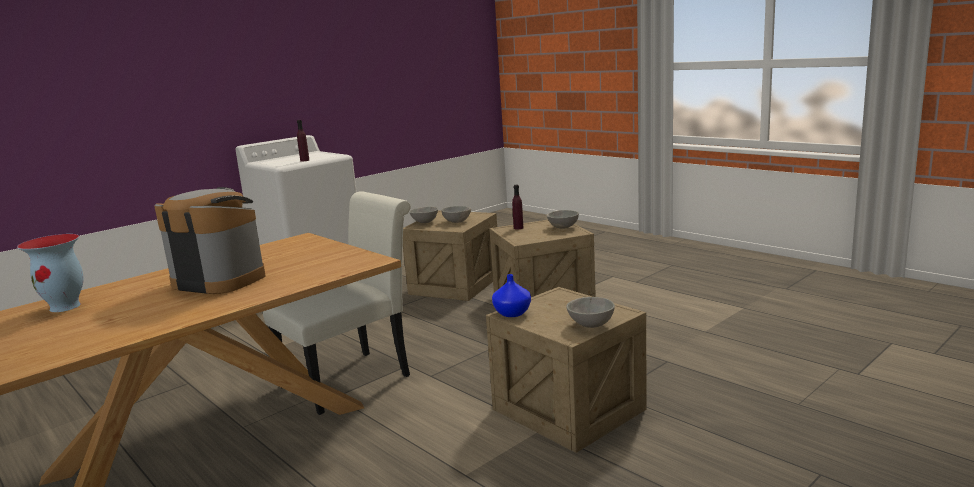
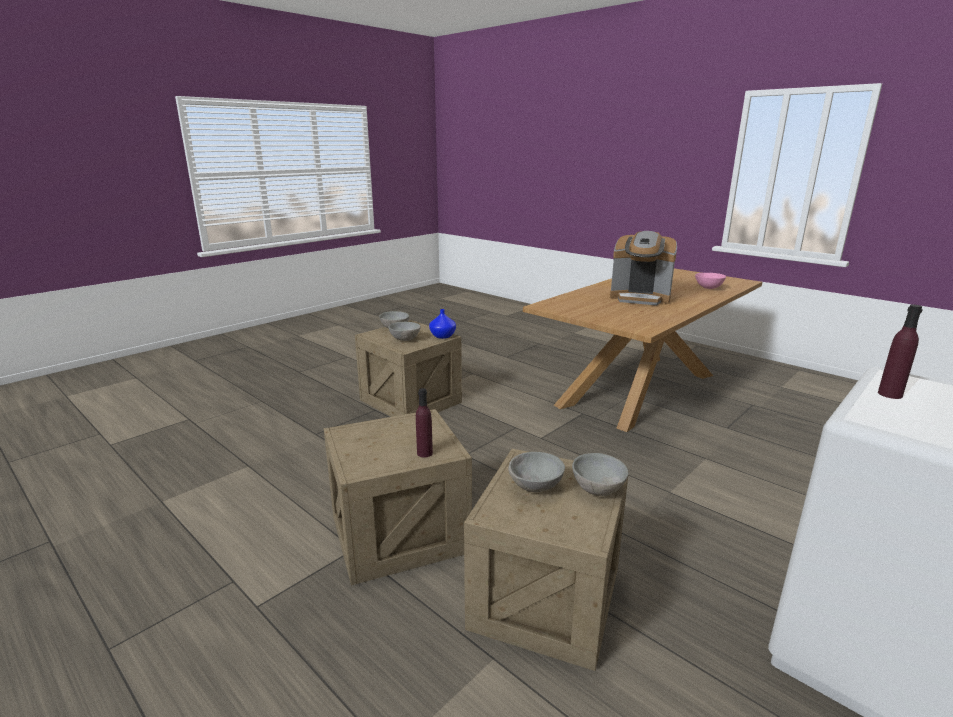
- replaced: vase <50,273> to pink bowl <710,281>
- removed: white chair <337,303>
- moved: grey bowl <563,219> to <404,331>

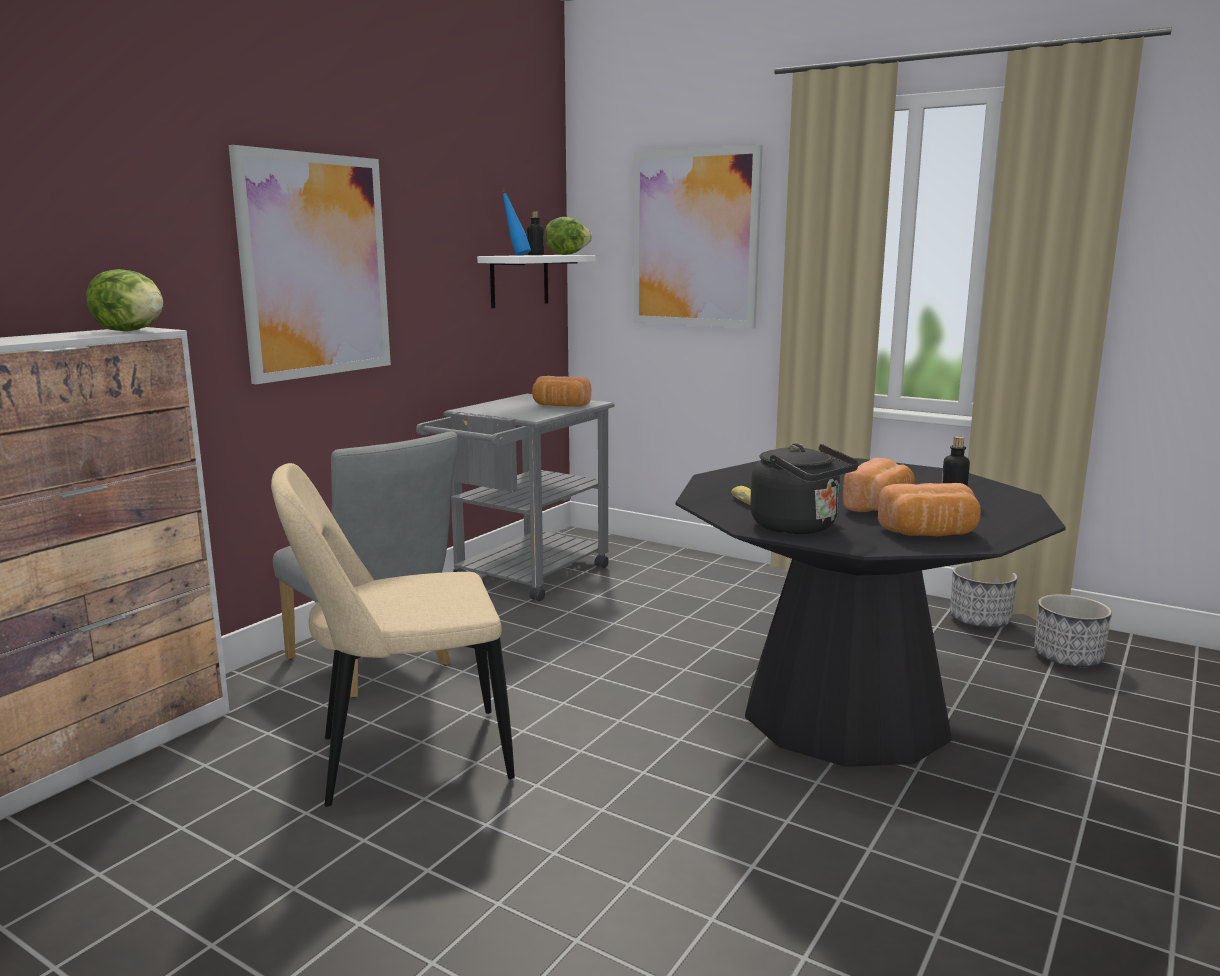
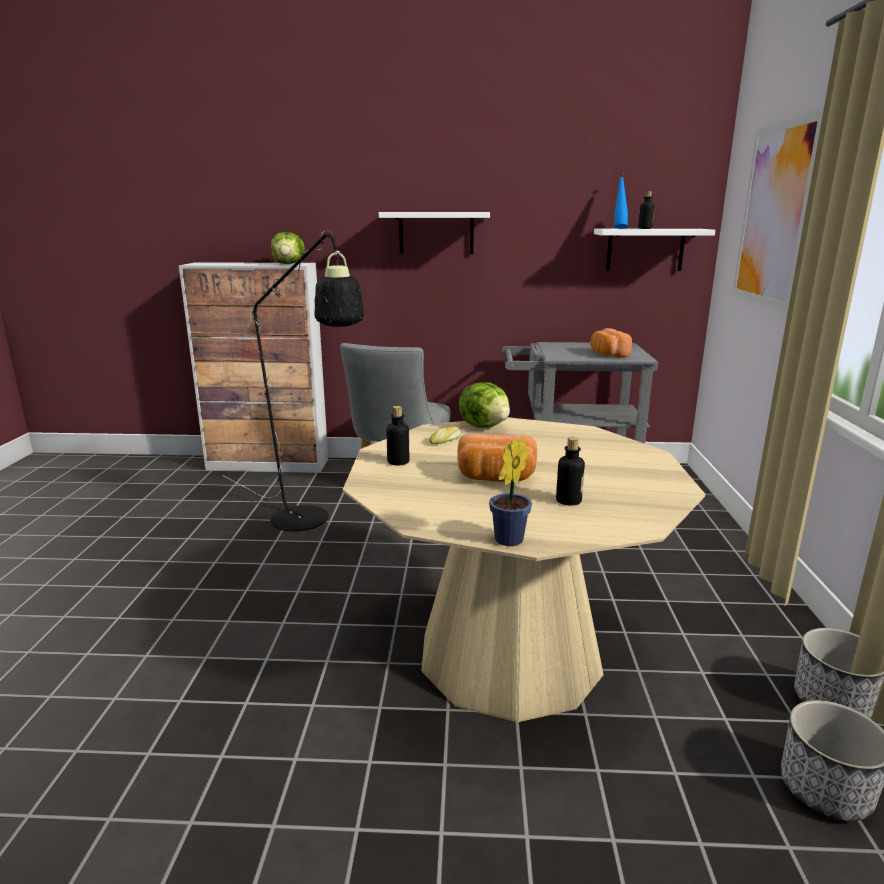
- replaced: picture <310,264> to white shelf <434,233>
- replaced: beige chair <393,635> to black floor lamp <293,380>
- moved: lettuce <568,236> to <484,405>
- recoloured: black dining table <870,612> to beige dining table <524,569>
- replaced: black kettle <804,488> to bottle <398,435>
- removed: bread <929,509>
- added: potted plant <510,491>

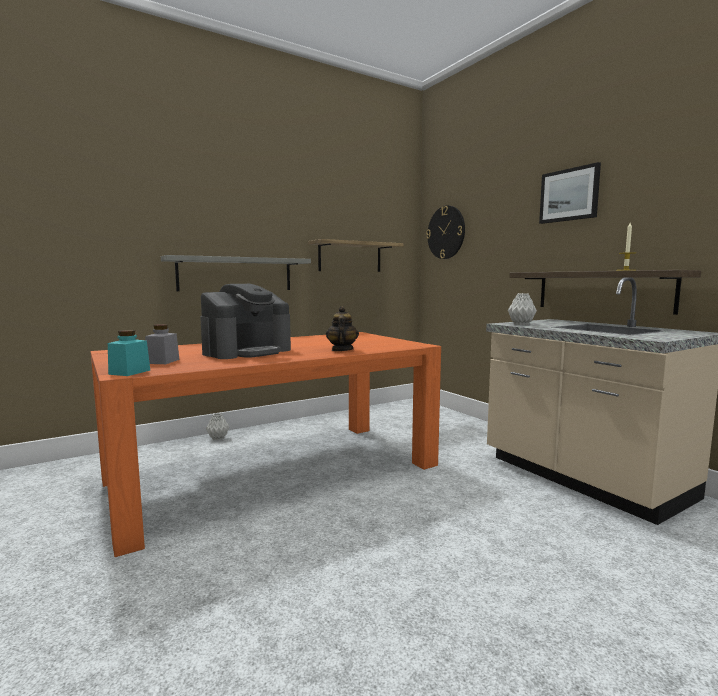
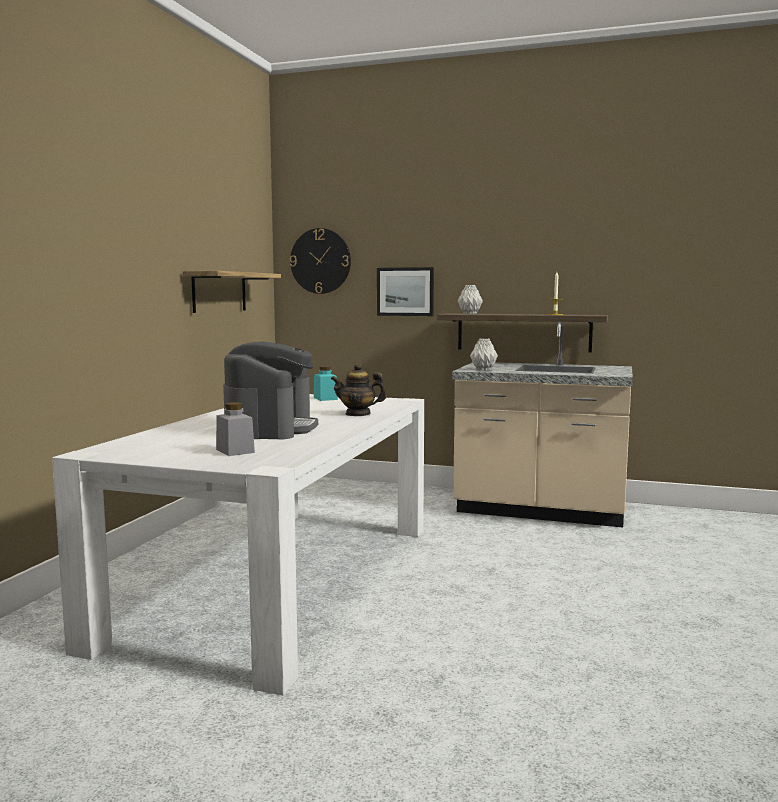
- recoloured: orange dining table <266,444> to white dining table <238,544>
- moved: turquoise jar <129,353> to <326,383>
- removed: grey shelf <236,273>
- moved: grey vase <217,426> to <470,299>
- turned: teapot <342,328> = <359,389> 45 degrees counterclockwise
- moved: picture <570,193> to <405,291>

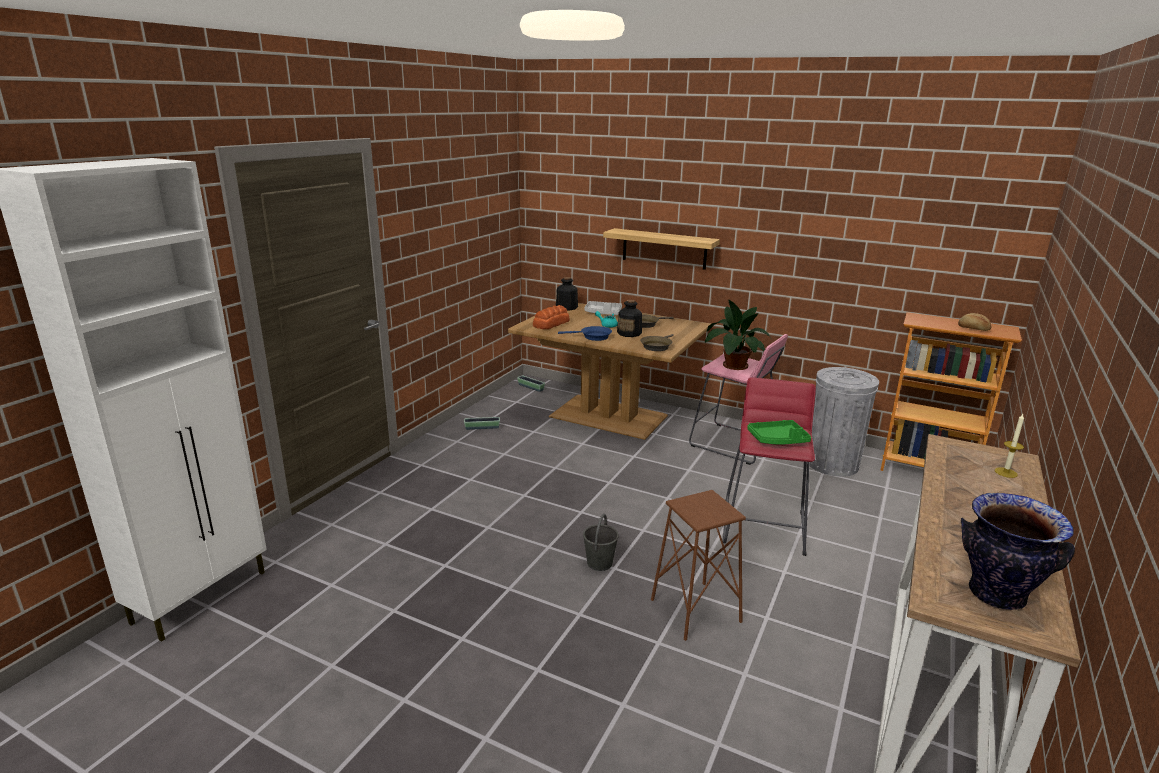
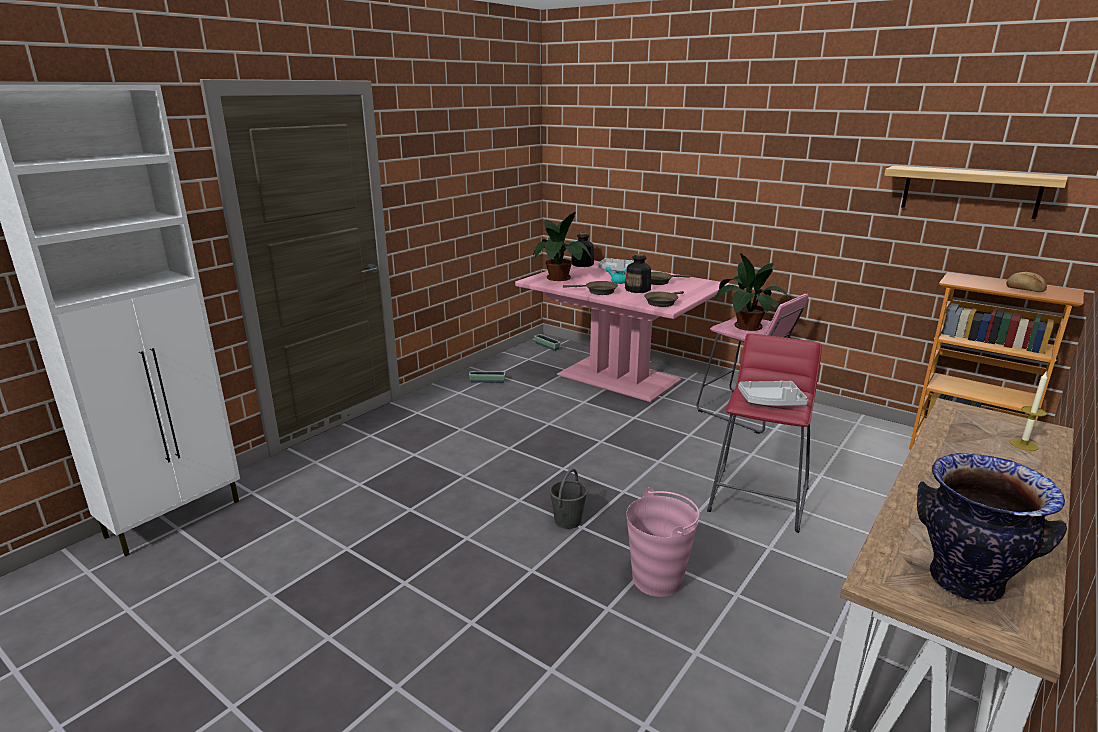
- recoloured: brown dining table <609,371> to pink dining table <622,331>
- replaced: bread <551,317> to potted plant <562,246>
- recoloured: blue frying pan <585,333> to brown frying pan <590,288>
- moved: shelf <661,249> to <976,192>
- replaced: brown stool <698,565> to pink bucket <663,542>
- recoloured: green tray <779,432> to grey tray <773,393>
- removed: grey trash can <844,422>

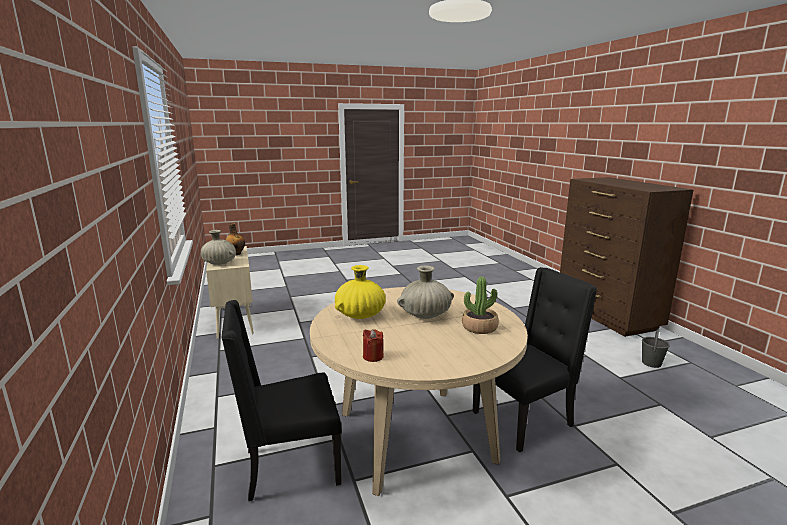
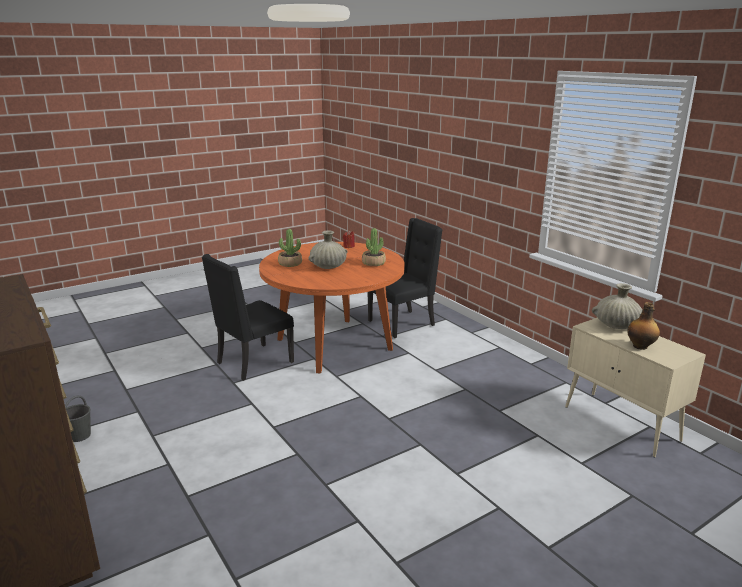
- recoloured: beige dining table <419,391> to orange dining table <332,308>
- replaced: yellow vase <360,292> to potted plant <374,247>

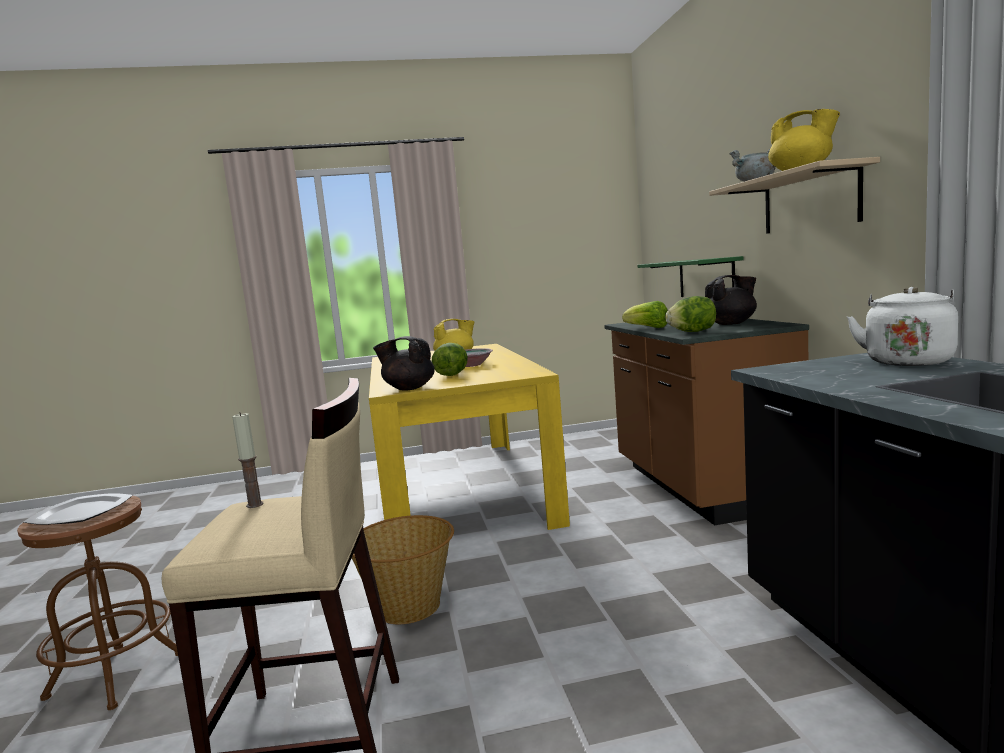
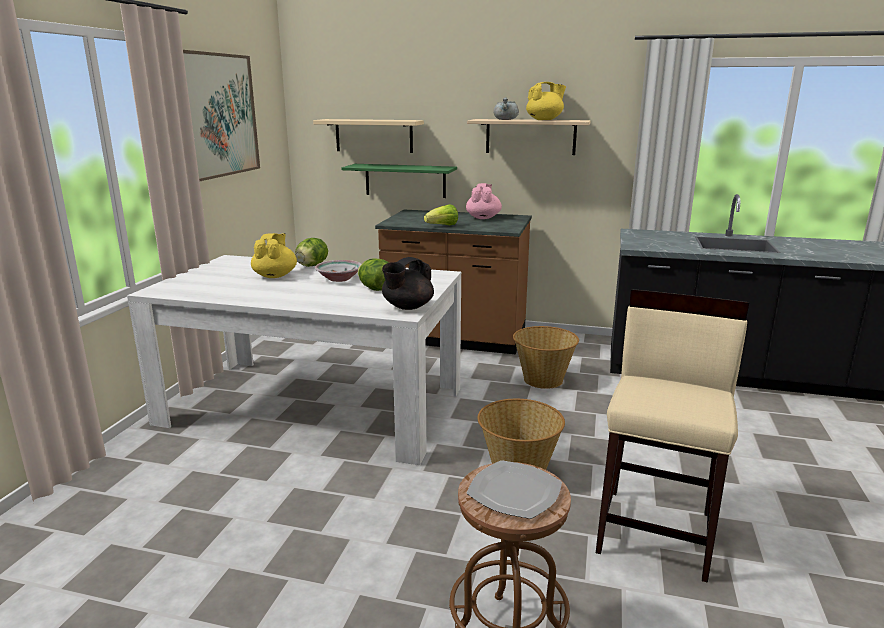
- removed: candle <248,460>
- recoloured: yellow dining table <469,437> to white dining table <294,360>
- moved: lettuce <690,314> to <311,252>
- recoloured: black teapot <731,300> to pink teapot <484,201>
- removed: white kettle <902,326>
- added: picture <221,115>
- added: beige shelf <368,136>
- added: basket <546,357>

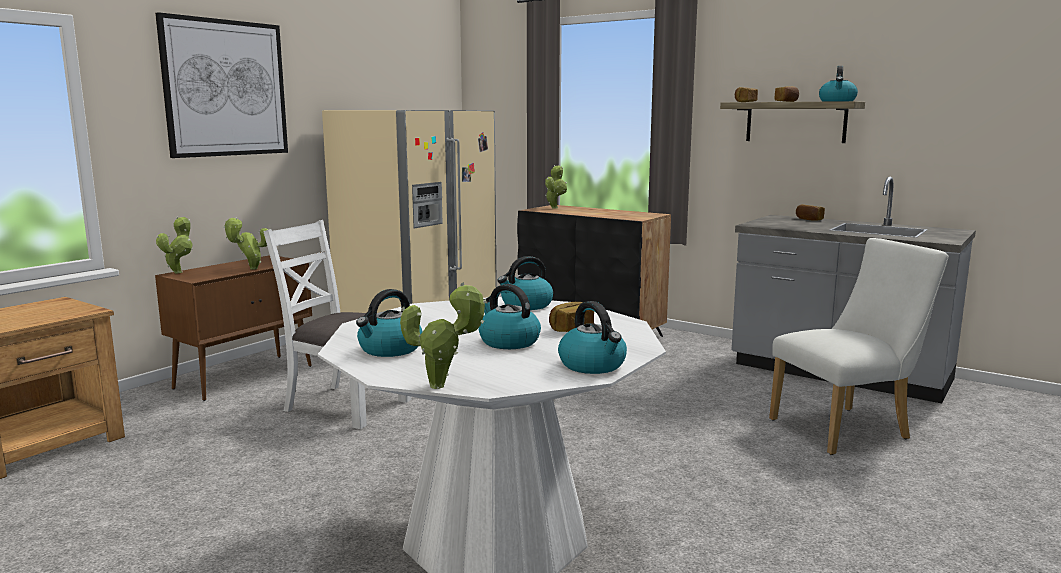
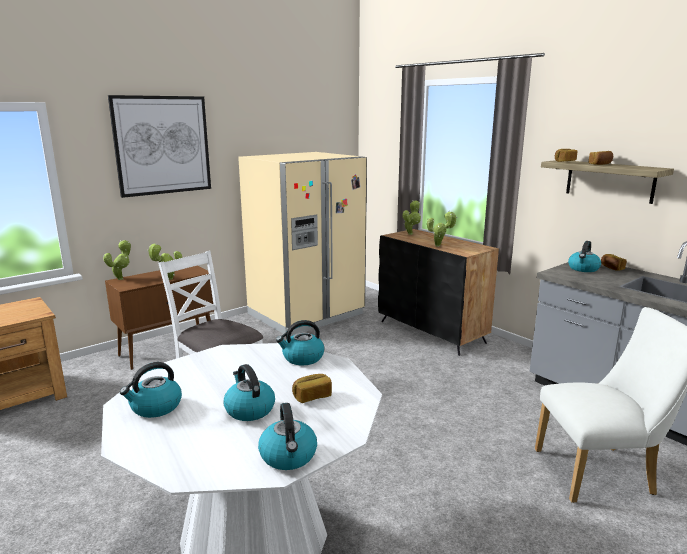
- moved: potted plant <443,335> to <442,229>
- moved: kettle <838,84> to <584,256>

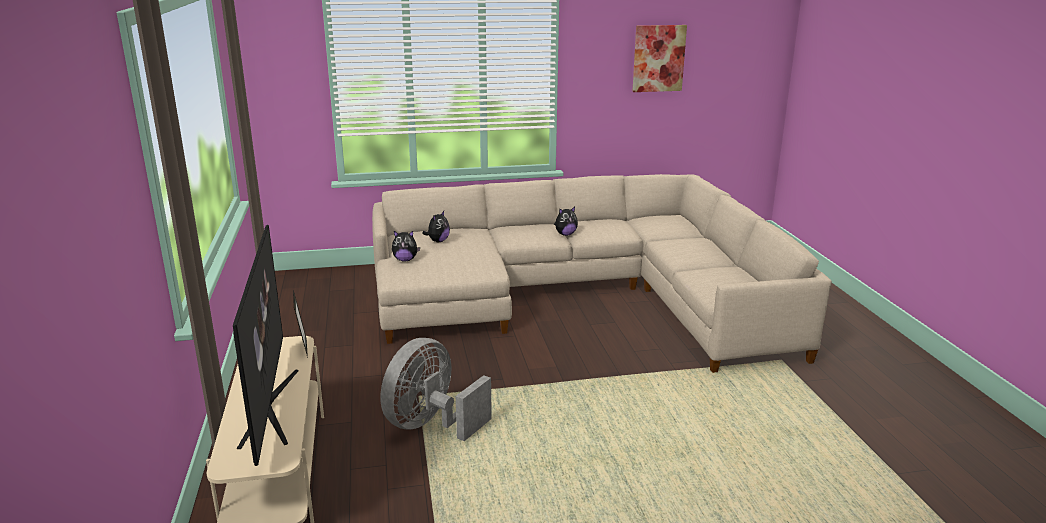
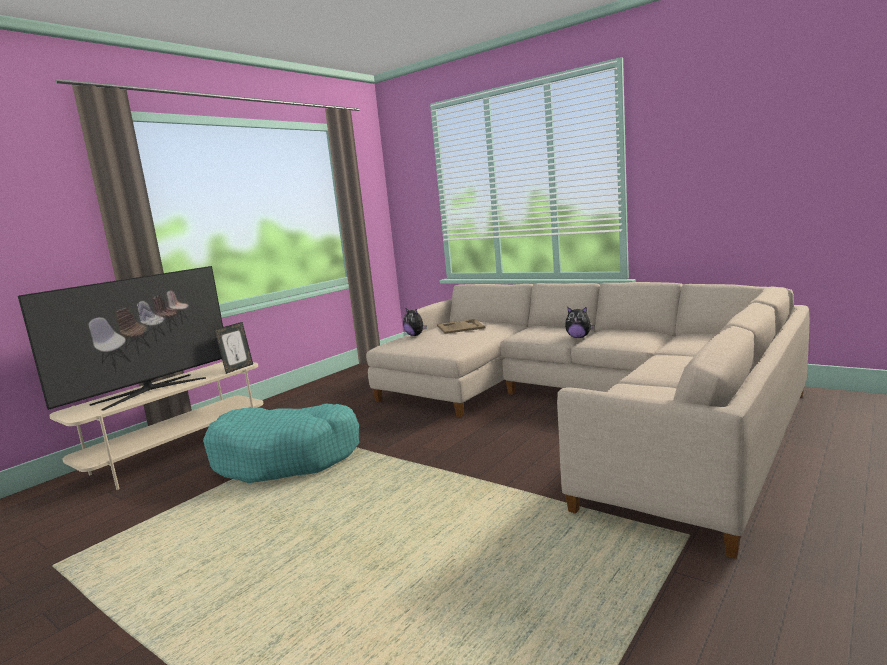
- replaced: grey fan <436,389> to turquoise dog bed <281,443>
- replaced: plush toy <436,226> to beige tray <461,326>
- removed: picture <659,58>

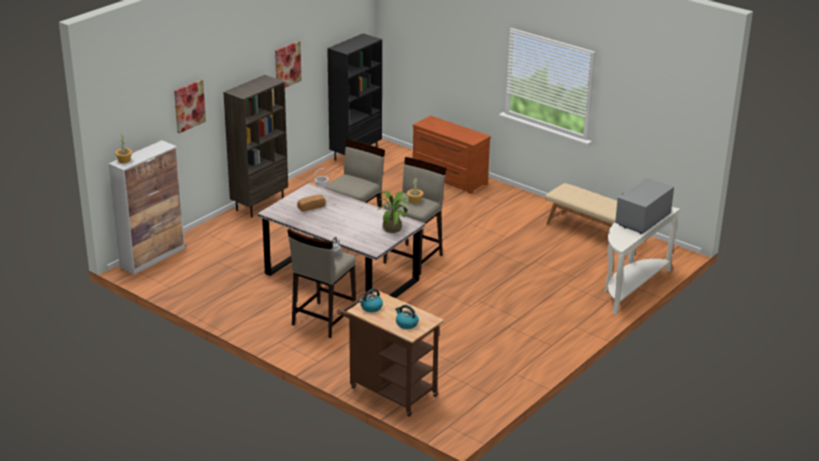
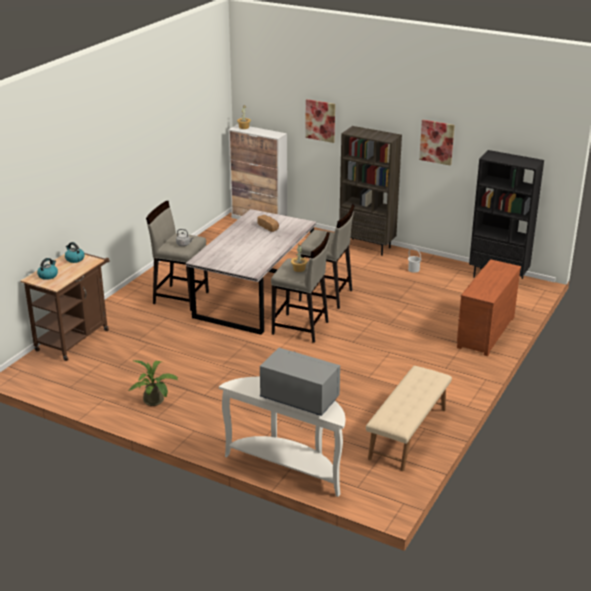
- moved: potted plant <393,211> to <153,383>

